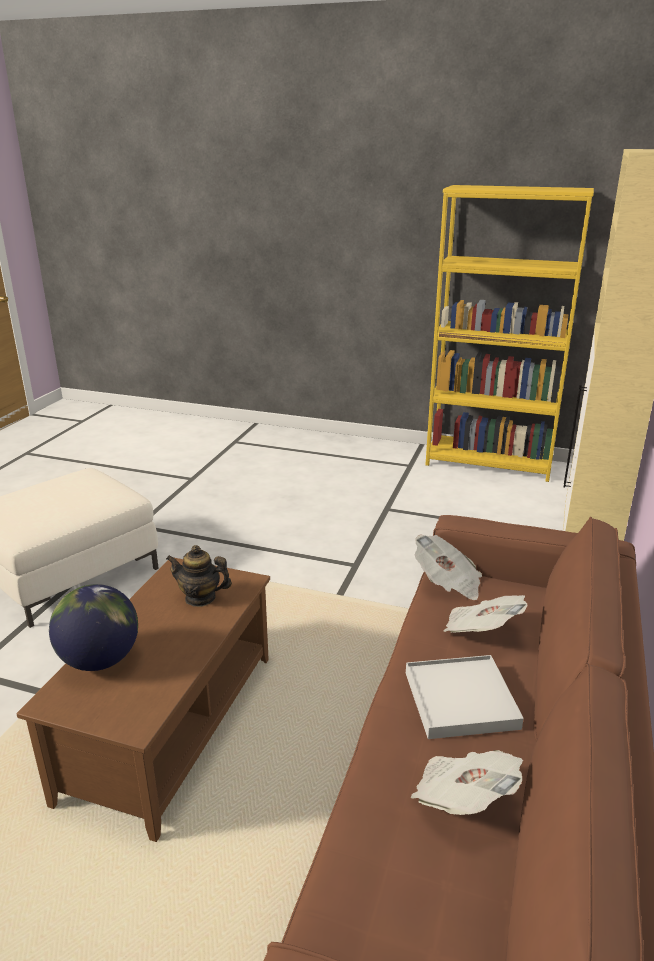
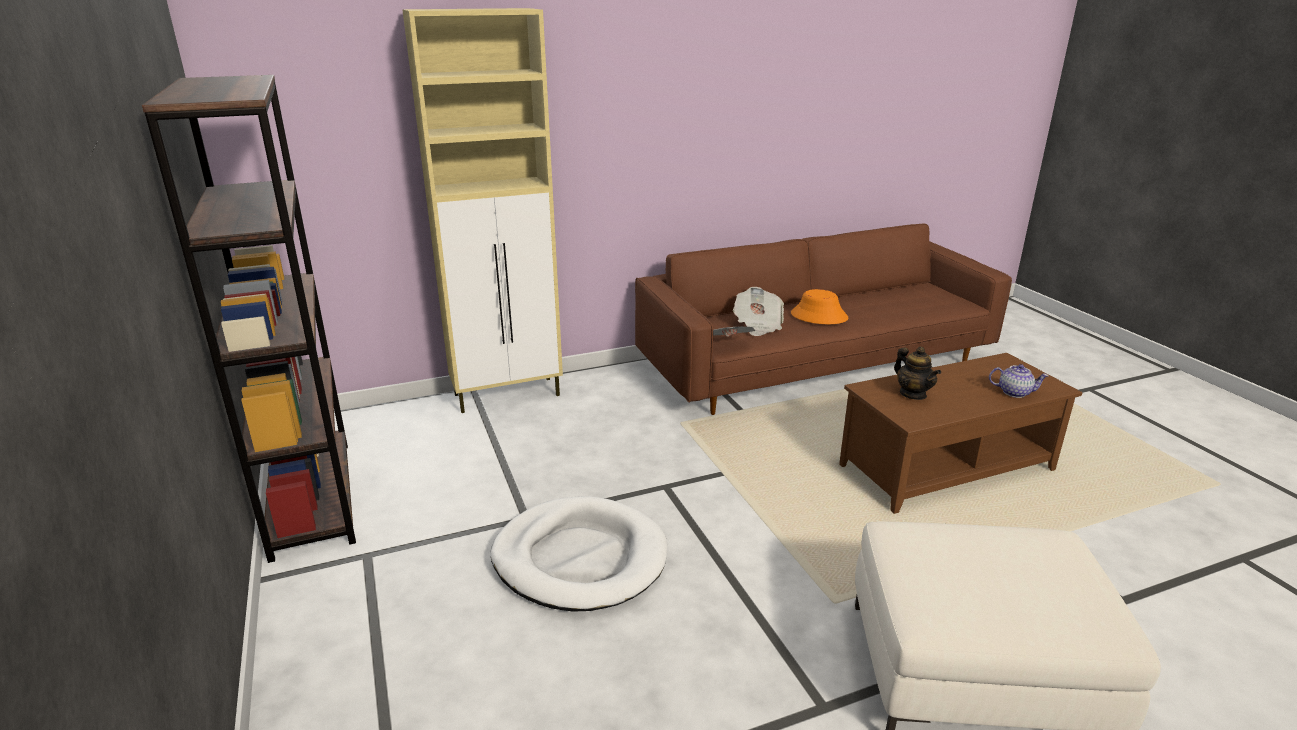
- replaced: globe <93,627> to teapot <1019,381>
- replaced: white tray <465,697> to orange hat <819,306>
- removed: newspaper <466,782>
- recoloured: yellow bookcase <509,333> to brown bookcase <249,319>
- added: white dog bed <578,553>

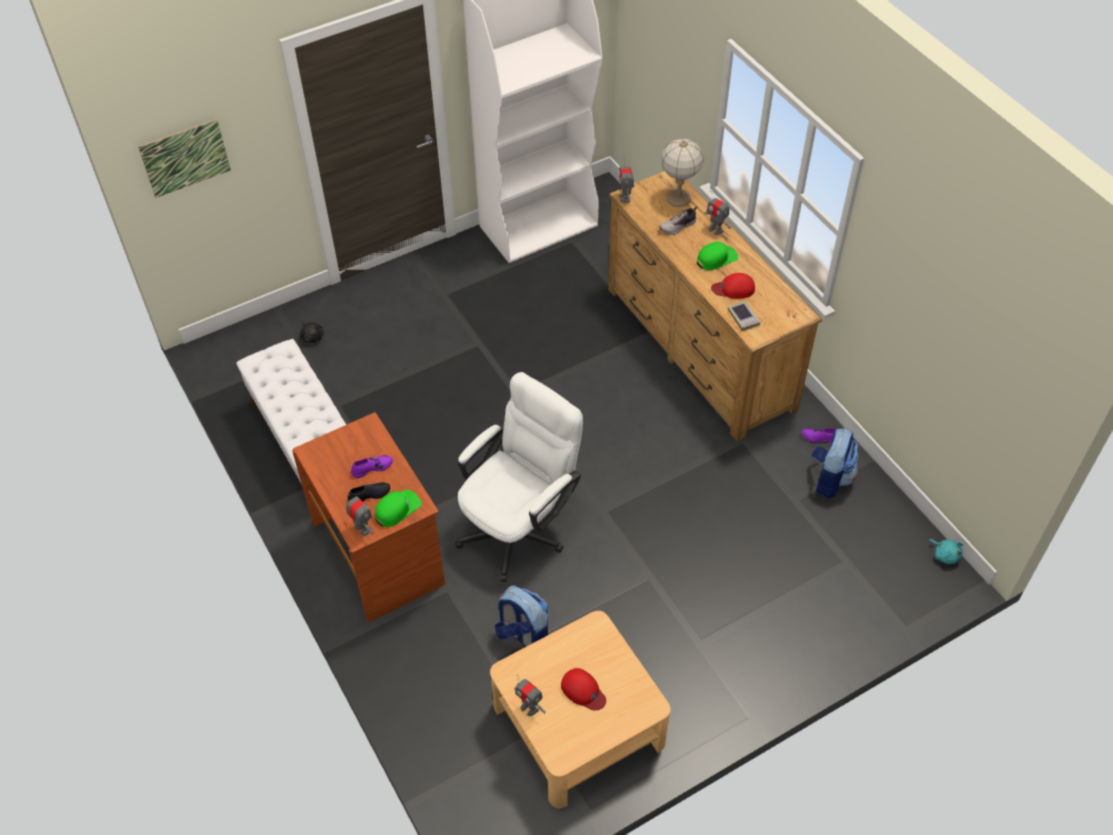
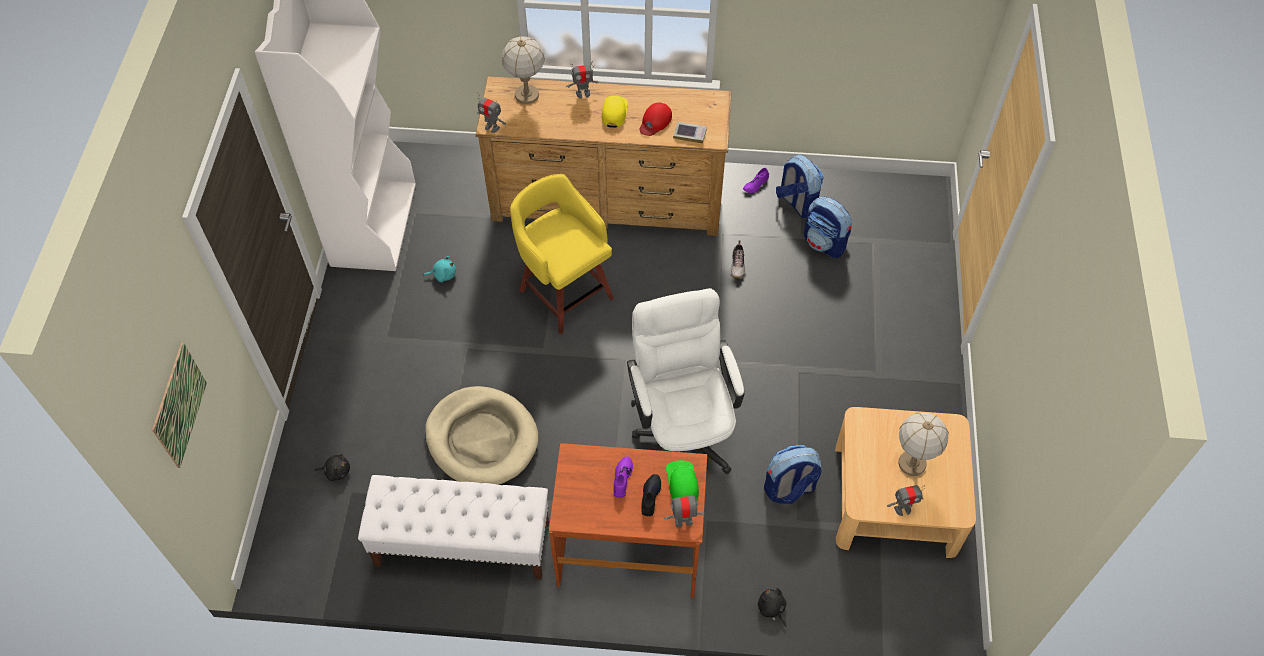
- replaced: red cap <583,689> to table lamp <923,444>
- moved: shoe <678,220> to <738,259>
- recoloured: green cap <718,256> to yellow cap <615,112>
- moved: turquoise plush toy <946,551> to <439,269>
- added: beige dog bed <481,435>
- added: yellow stool <562,254>
- added: black plush toy <772,607>
- added: backpack <828,227>

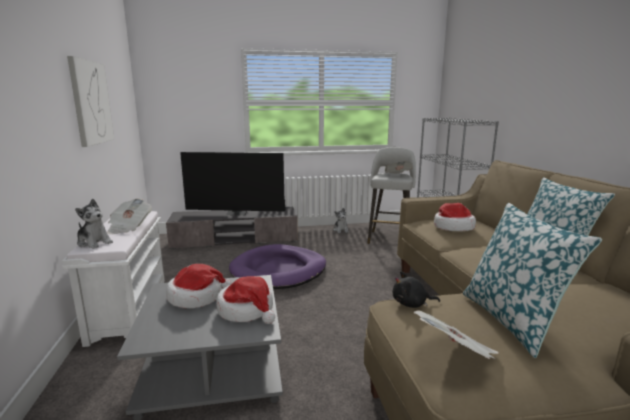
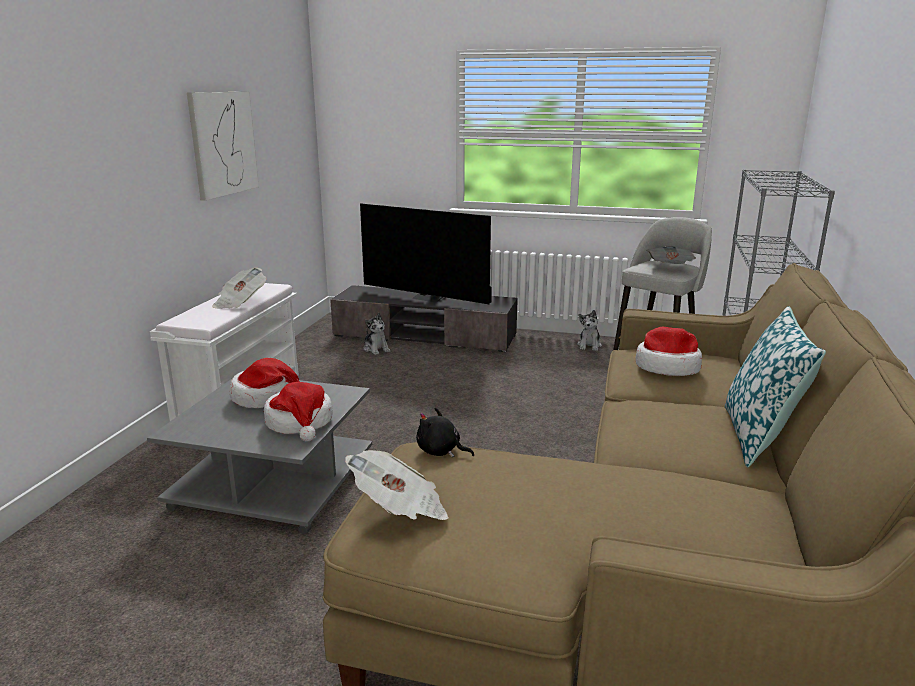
- moved: plush toy <94,224> to <376,333>
- removed: purple dog bed <277,266>
- removed: pillow <532,280>

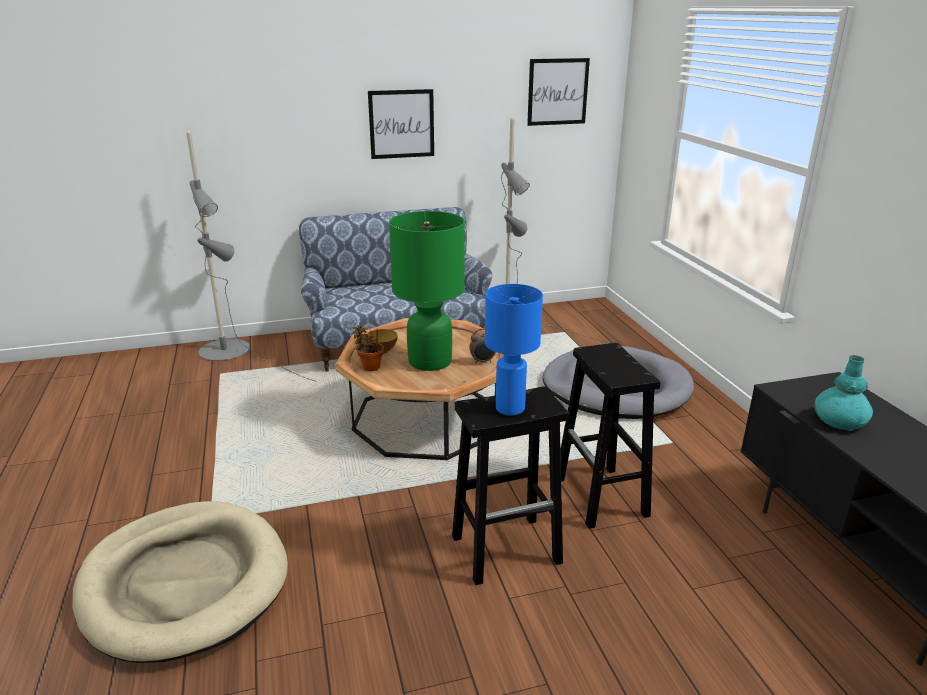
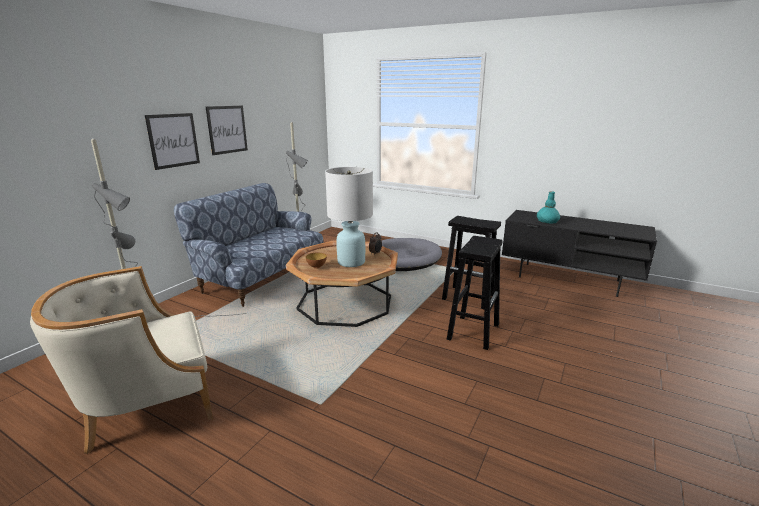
- removed: beige dog bed <180,582>
- removed: potted plant <368,348>
- recoloured: green table lamp <427,291> to white table lamp <349,217>
- removed: blue table lamp <514,350>
- moved: picture <558,92> to <172,141>
- added: beige armchair <121,360>

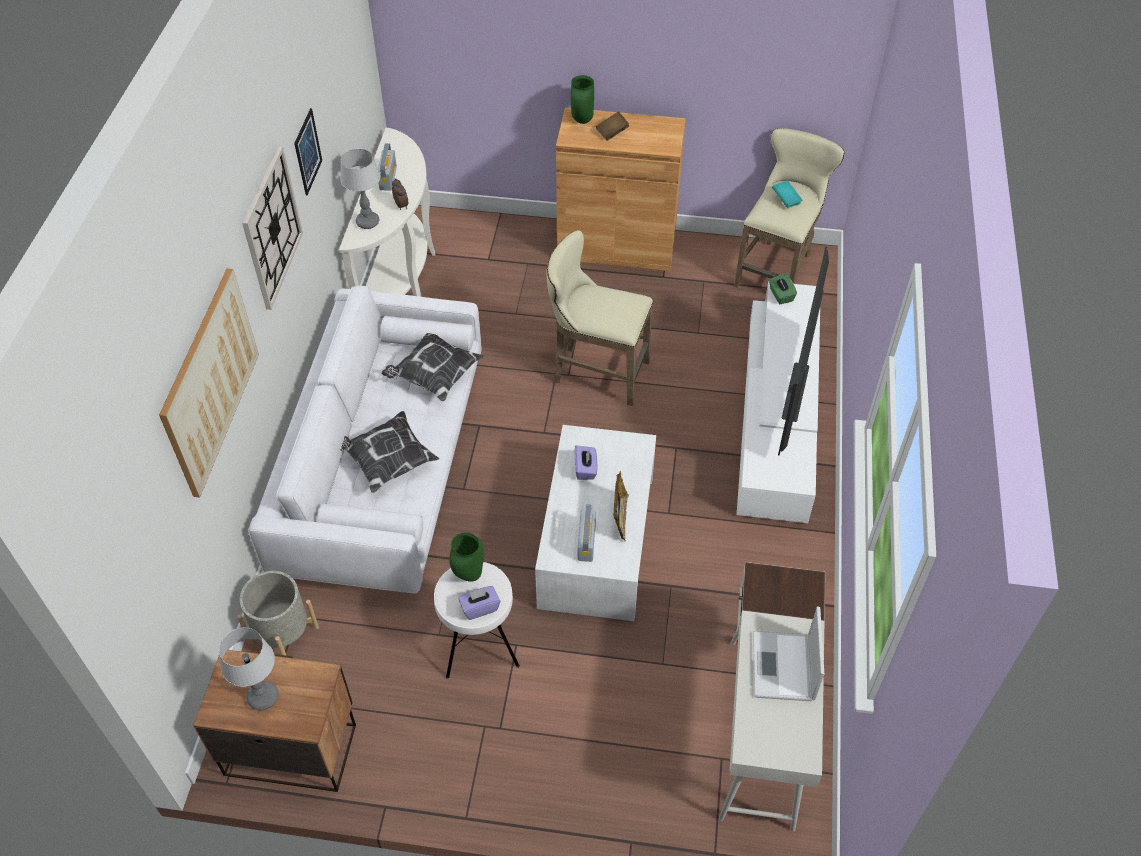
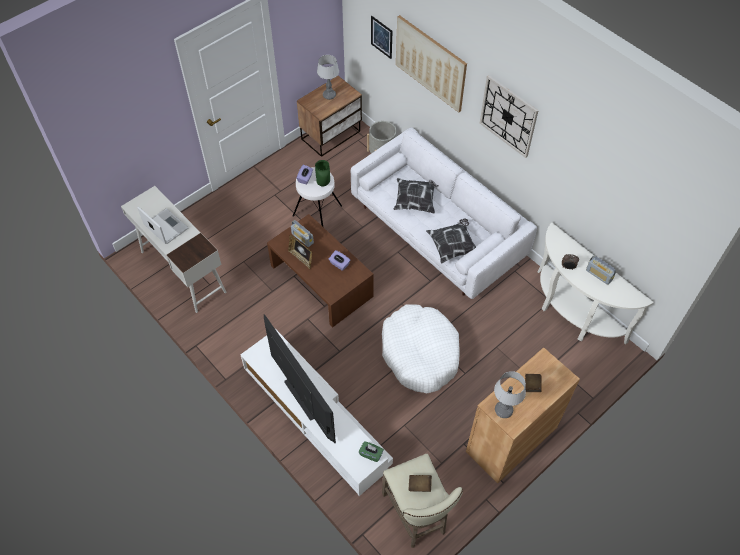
- moved: picture <308,151> to <381,37>
- moved: table lamp <360,189> to <510,394>
- recoloured: white coffee table <595,523> to brown coffee table <320,270>
- replaced: beige stool <600,318> to white dog bed <421,349>
- removed: green vase <582,99>
- recoloured: turquoise book <787,194> to brown book <420,483>

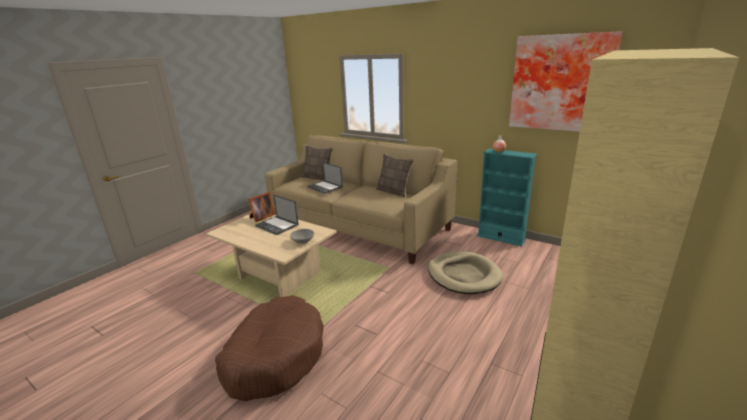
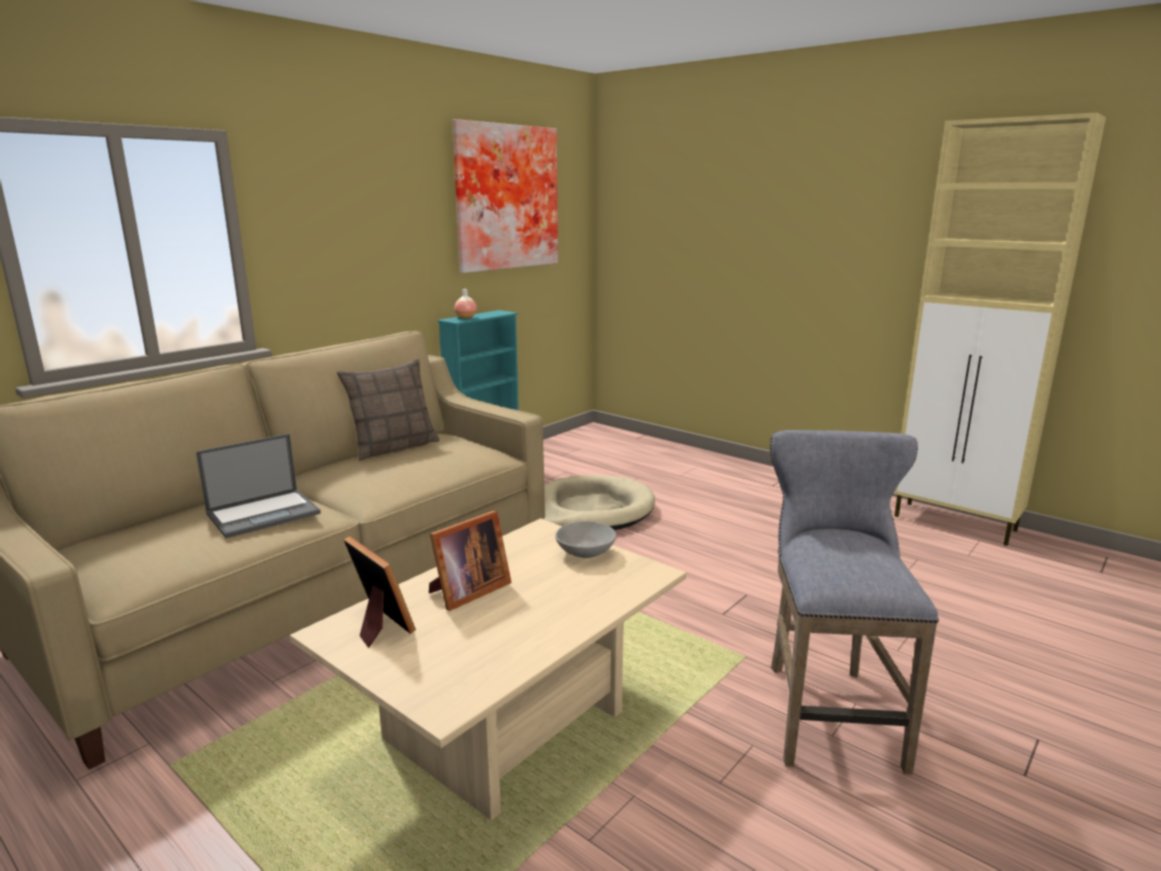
- replaced: brown dog bed <269,348> to grey stool <854,602>
- replaced: laptop <277,214> to picture frame <470,561>
- removed: pillow <317,162>

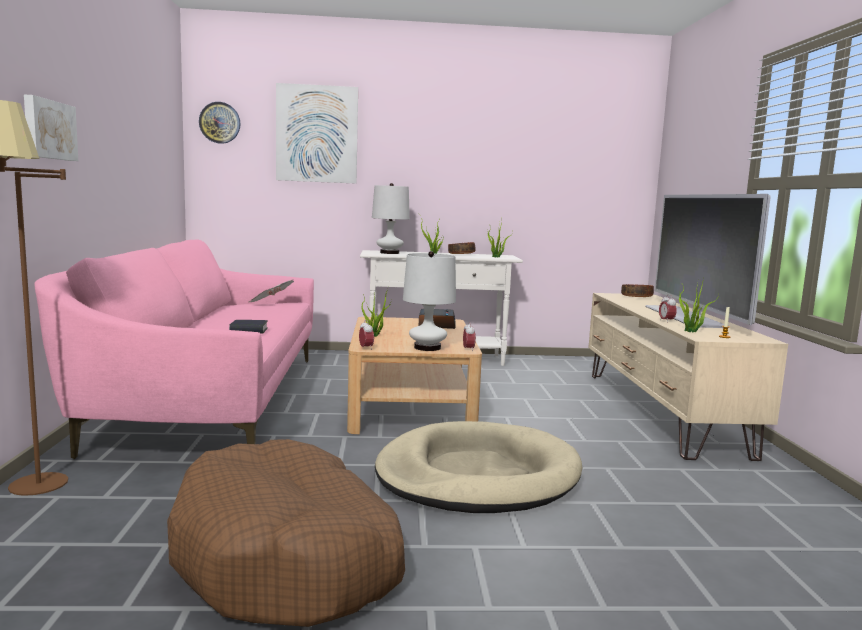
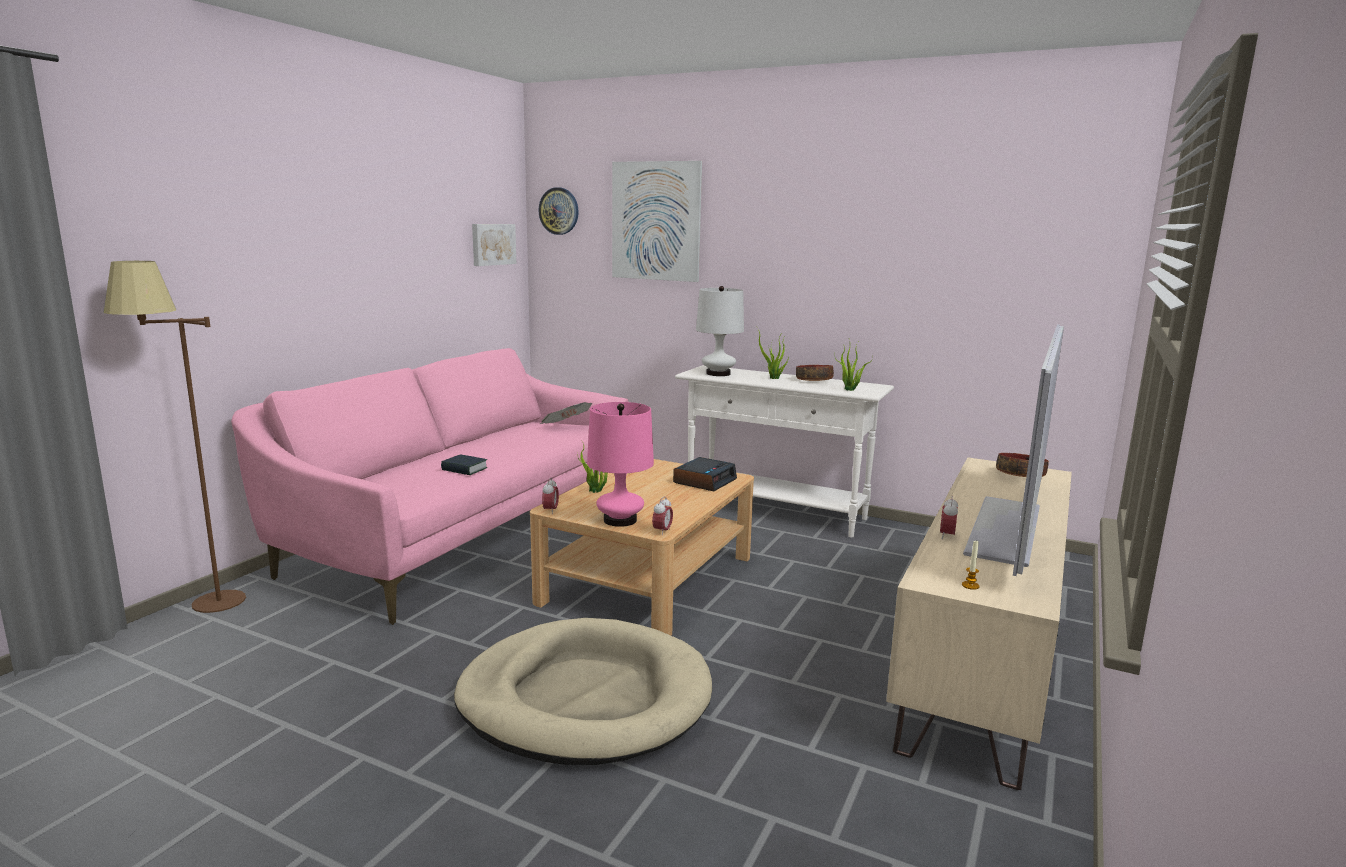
- moved: picture <51,128> to <494,245>
- removed: brown dog bed <286,533>
- recoloured: white table lamp <429,301> to pink table lamp <620,464>
- removed: potted plant <699,305>

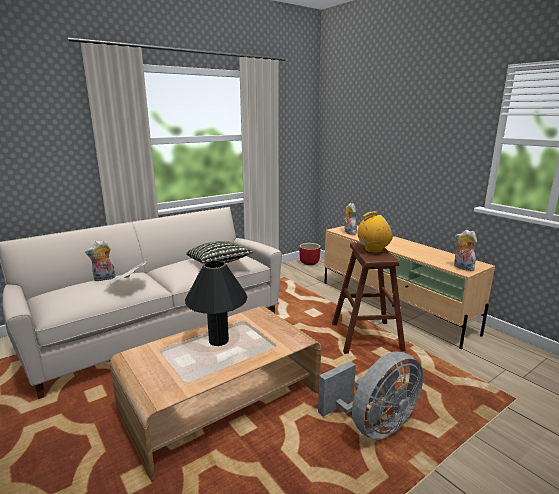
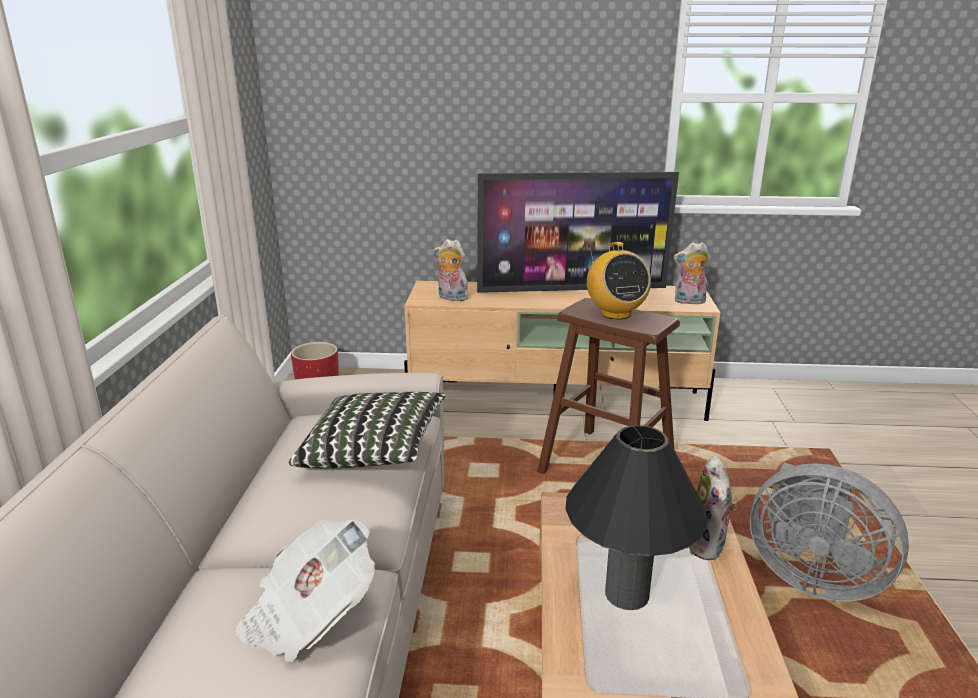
- moved: plush toy <100,260> to <713,508>
- turned: grey fan <370,396> = <829,532> 120 degrees clockwise
- turned: radio <375,232> = <619,281> 135 degrees clockwise
- added: television <578,232>

